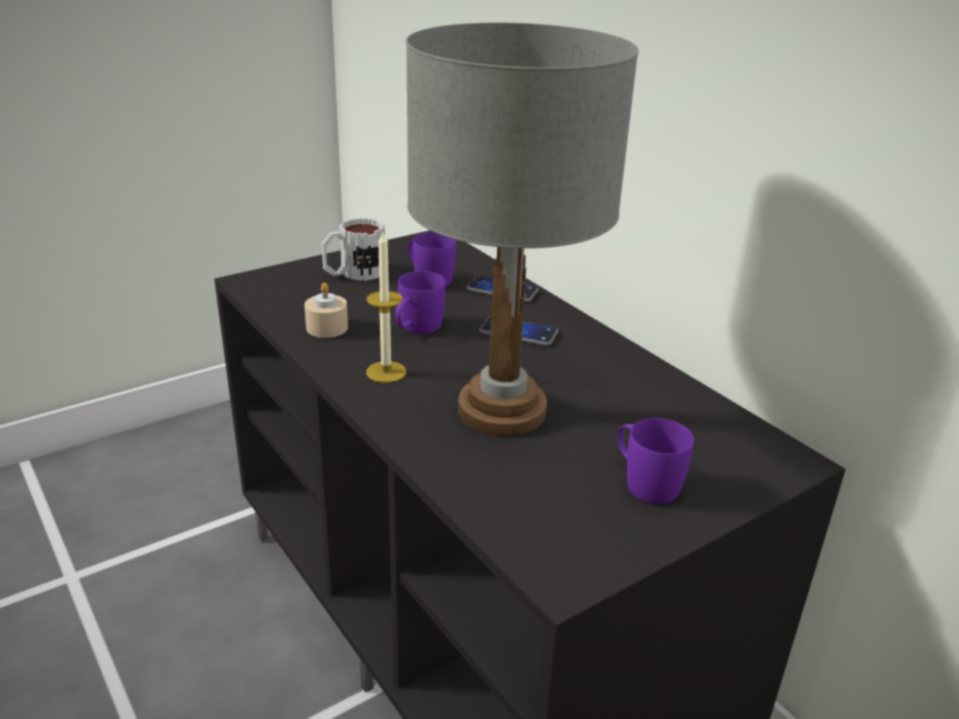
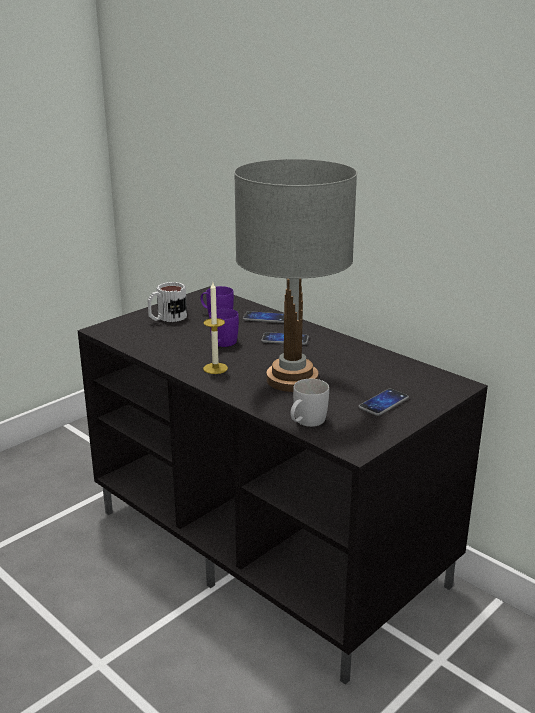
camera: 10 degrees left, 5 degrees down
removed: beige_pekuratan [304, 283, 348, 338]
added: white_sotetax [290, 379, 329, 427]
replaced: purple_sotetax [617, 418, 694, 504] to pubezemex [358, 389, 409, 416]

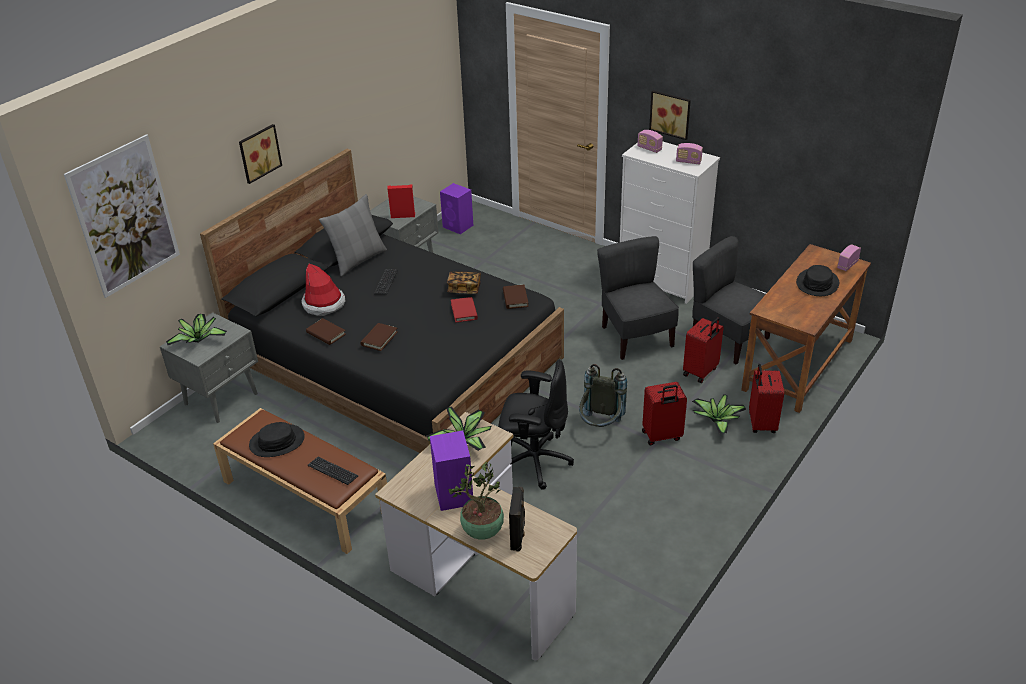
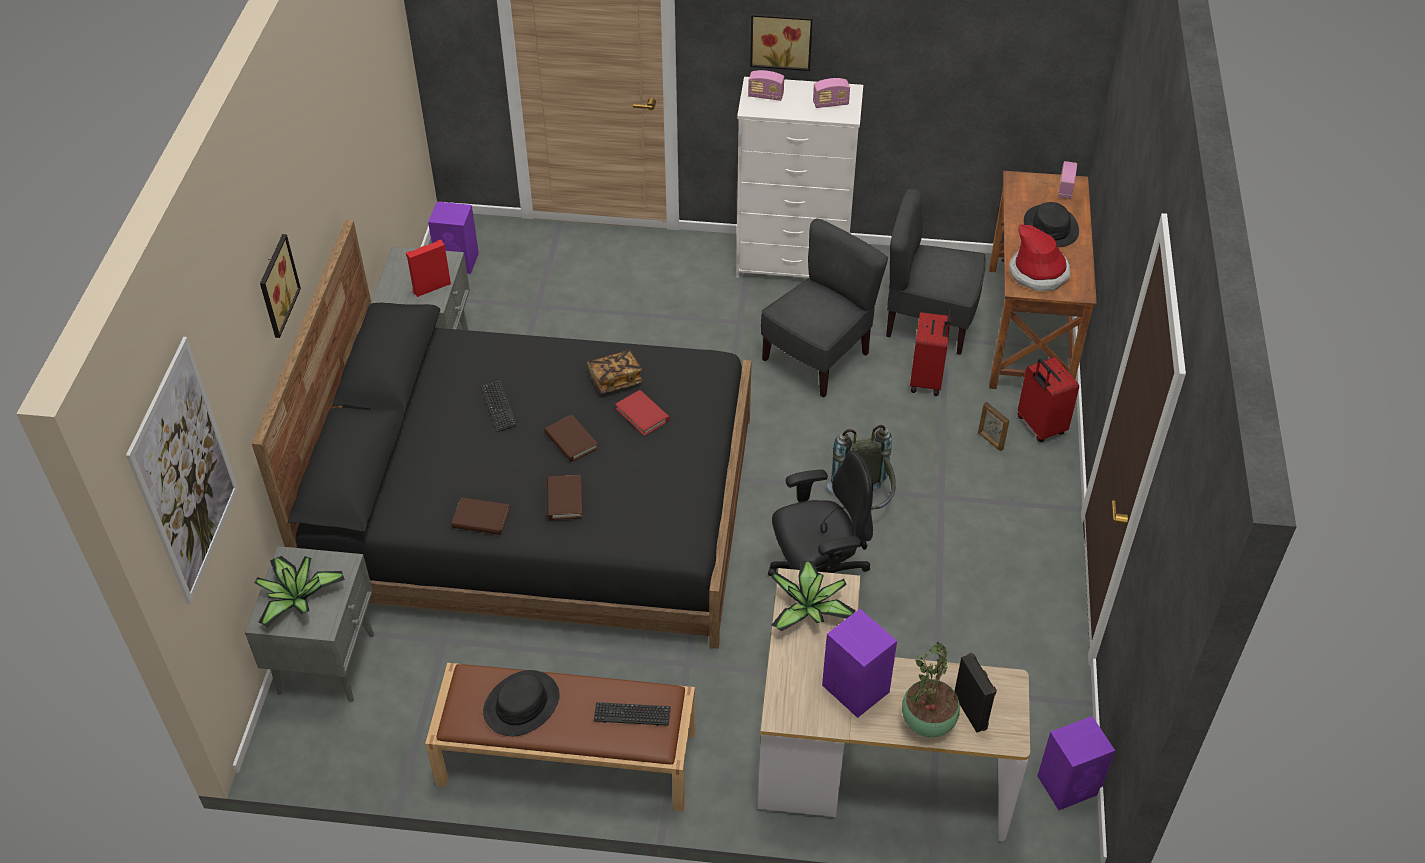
camera: 30 degrees left, 10 degrees up
removed: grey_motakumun [319, 194, 387, 277]; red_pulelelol [642, 382, 687, 446]
added: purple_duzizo [1037, 716, 1115, 810]
moved: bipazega [301, 264, 346, 316] to [1009, 224, 1071, 291]; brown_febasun [503, 285, 529, 309] to [544, 415, 598, 462]
replaced: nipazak [692, 394, 746, 434] to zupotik [978, 402, 1010, 451]
turned: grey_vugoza [597, 236, 679, 360] = [761, 218, 888, 398] 90 degrees clockwise

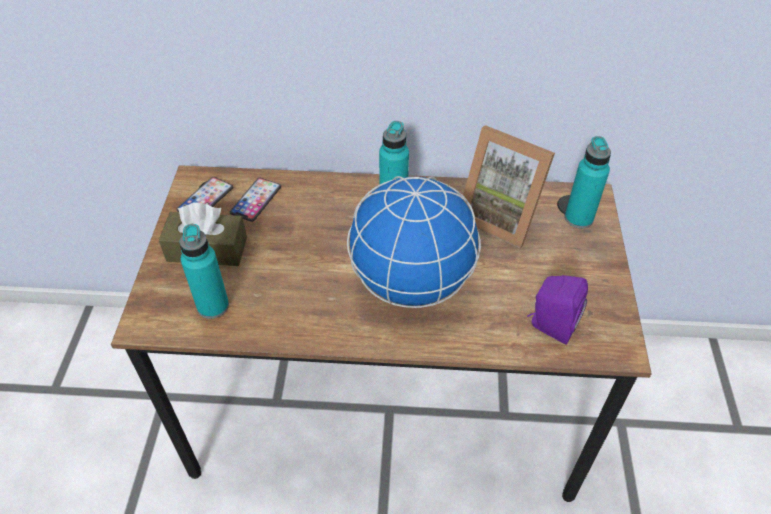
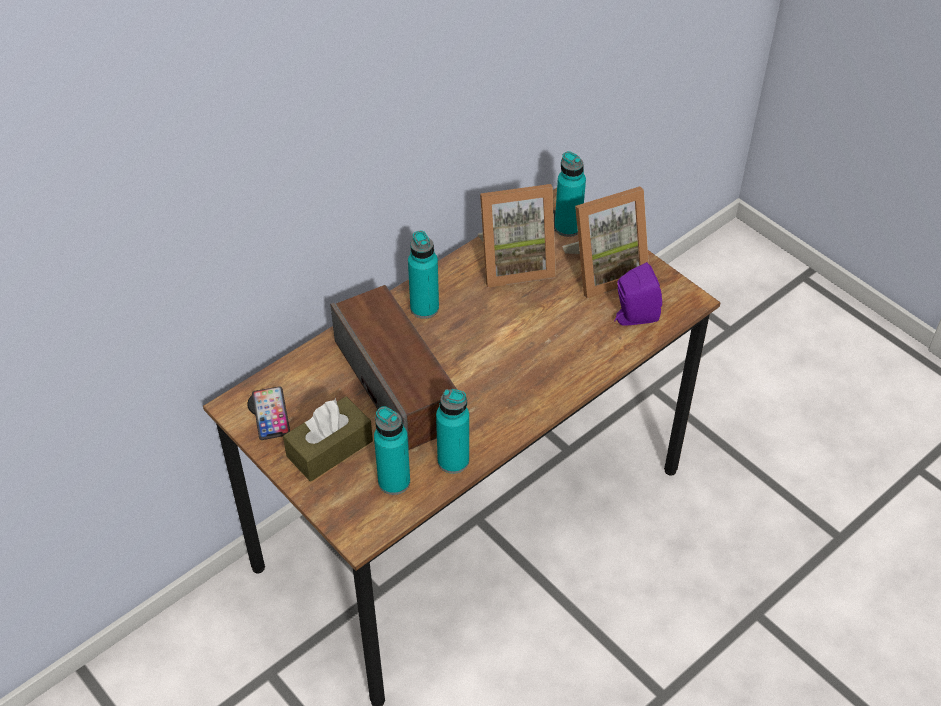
camera: 45 degrees left, 0 degrees up
removed: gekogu [347, 176, 481, 308]; pubezemex [230, 177, 281, 222]
added: zupotik [562, 186, 649, 299]; duzizo [330, 285, 457, 451]; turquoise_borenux [436, 389, 469, 474]

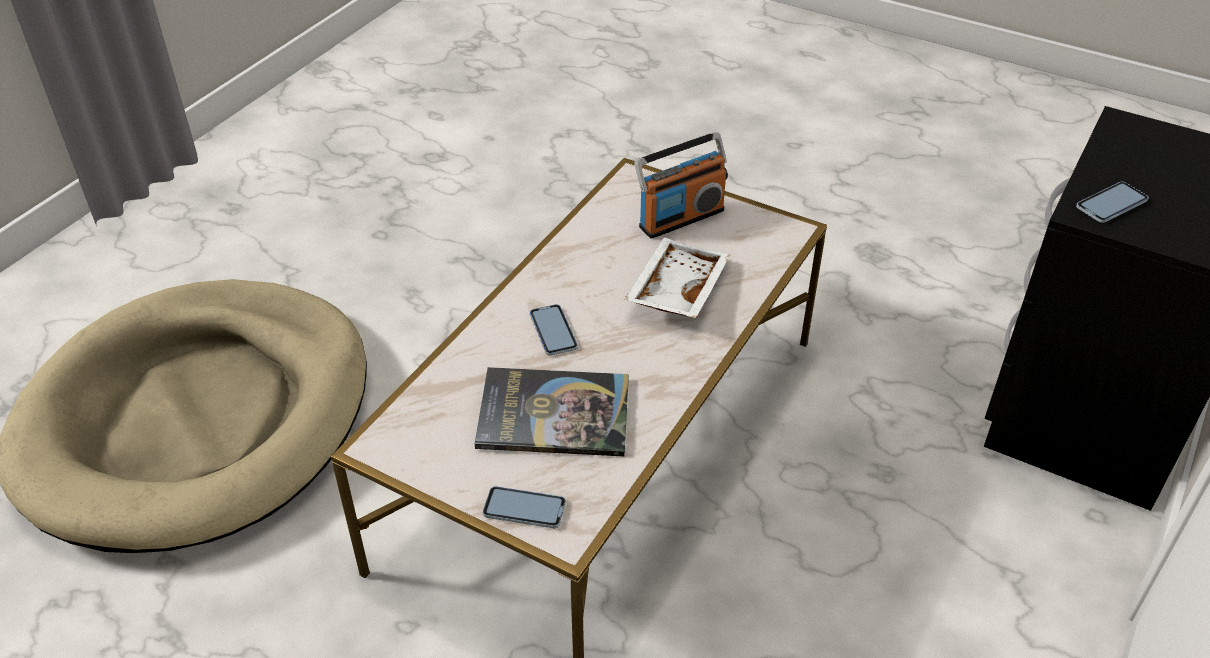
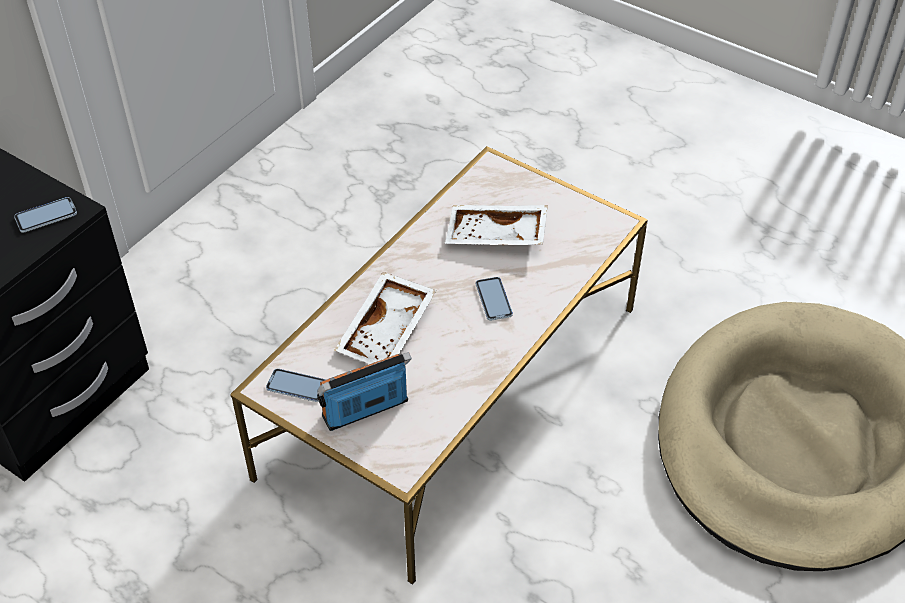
camera: 175 degrees left, 5 degrees up
moved: pubezemex [483, 486, 566, 528] to [266, 368, 326, 402]
replaced: febasun [475, 367, 629, 457] to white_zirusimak [445, 205, 548, 245]

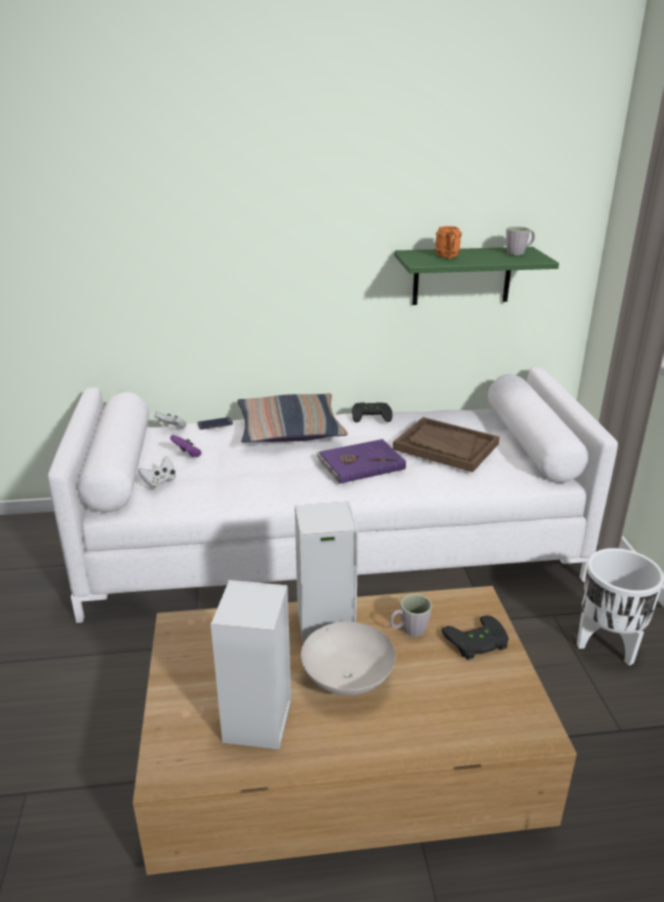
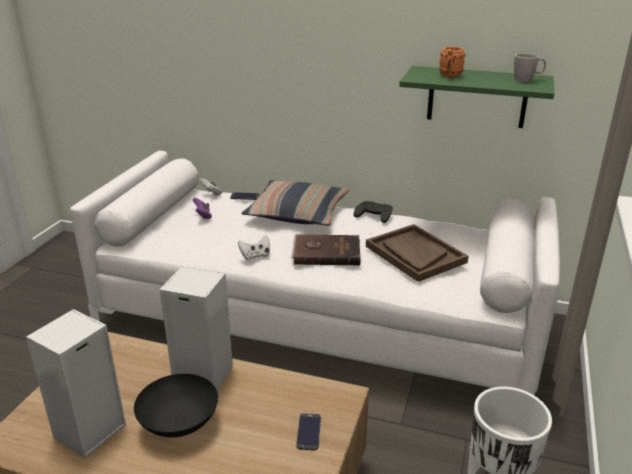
camera: 25 degrees right, 0 degrees up
removed: grey_sotetax [390, 594, 432, 637]
moved: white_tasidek [138, 457, 176, 488] to [238, 235, 270, 260]
replaced: black_tasidek [442, 615, 509, 660] to pubezemex [296, 413, 321, 450]
recoloured: purple_febasun [317, 439, 406, 483] to brown_febasun [291, 234, 361, 265]; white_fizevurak [301, 622, 395, 696] to black_fizevurak [134, 374, 218, 438]

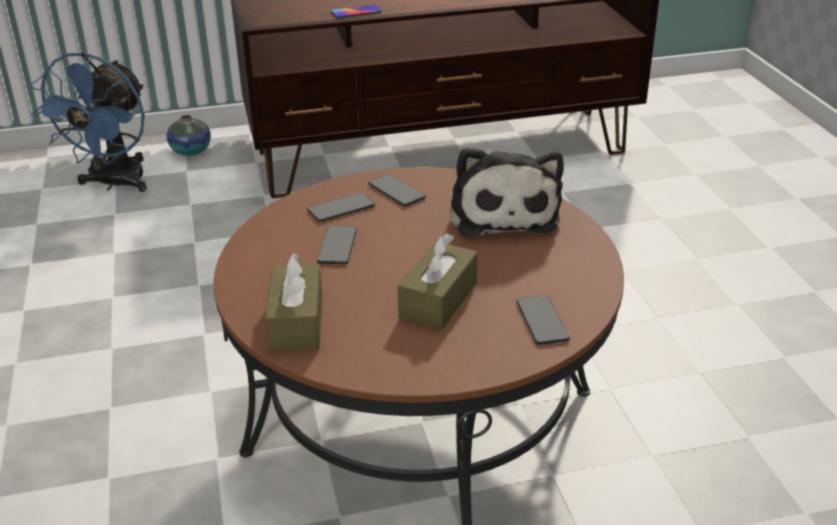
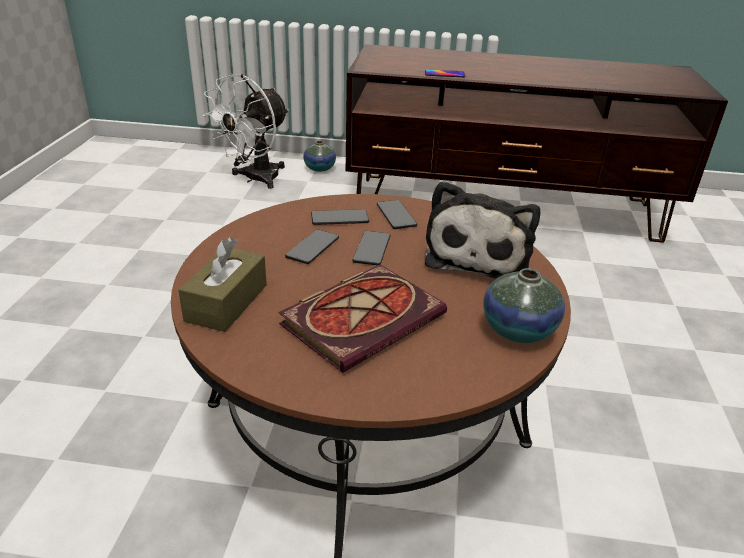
camera: 20 degrees right, 0 degrees up
added: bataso [483, 268, 565, 343]
moved: pubezemex [517, 295, 570, 345] to [352, 231, 390, 265]
replaced: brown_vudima [398, 233, 478, 330] to febasun [279, 265, 447, 373]
recoloured: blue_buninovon [31, 52, 147, 192] to white_buninovon [203, 74, 289, 189]

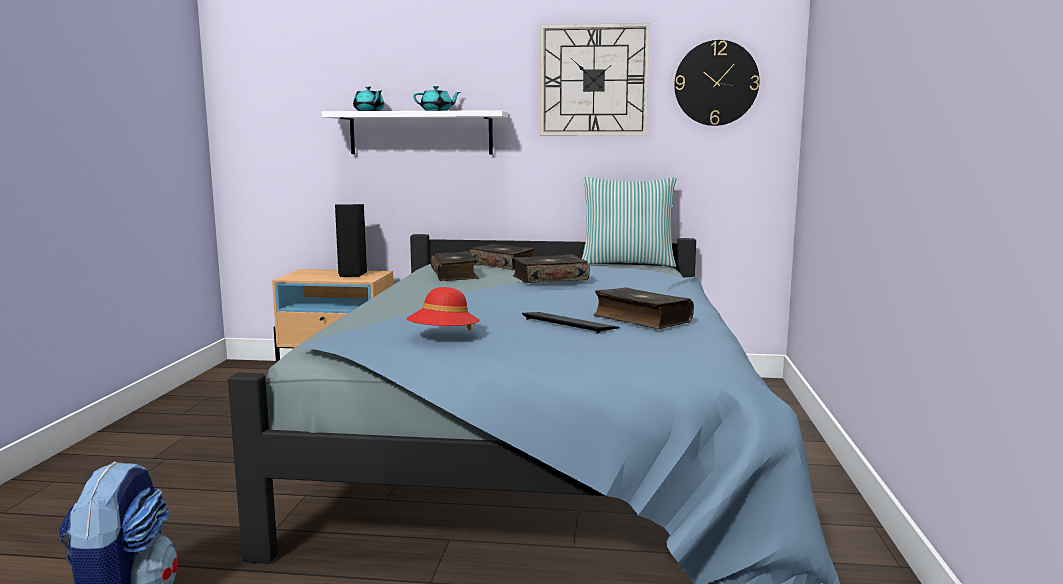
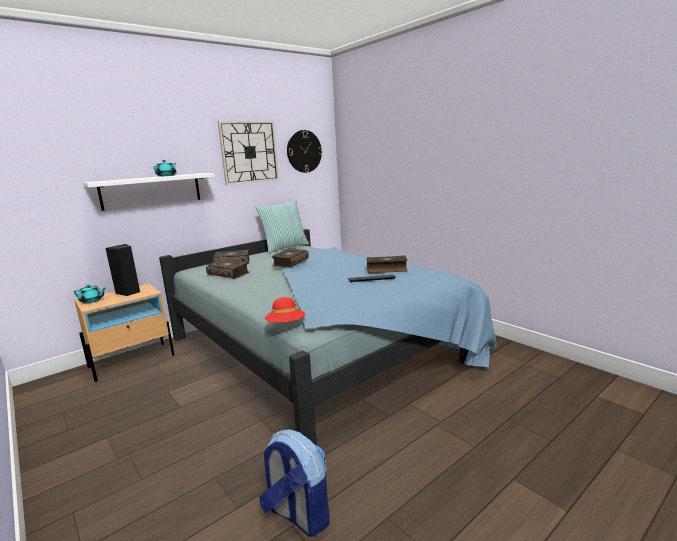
camera: 45 degrees left, 5 degrees up
moved: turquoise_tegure [353, 86, 385, 111] to [74, 285, 105, 303]; red_bipazega [406, 287, 480, 330] to [265, 297, 305, 323]

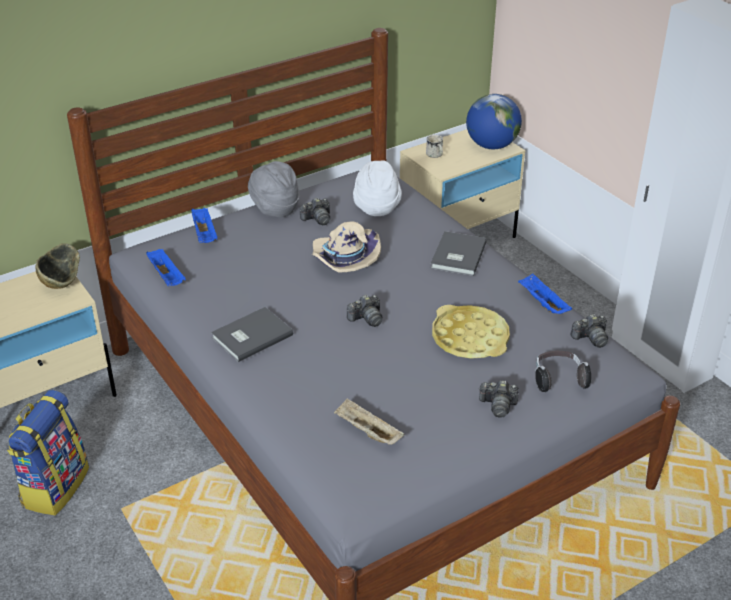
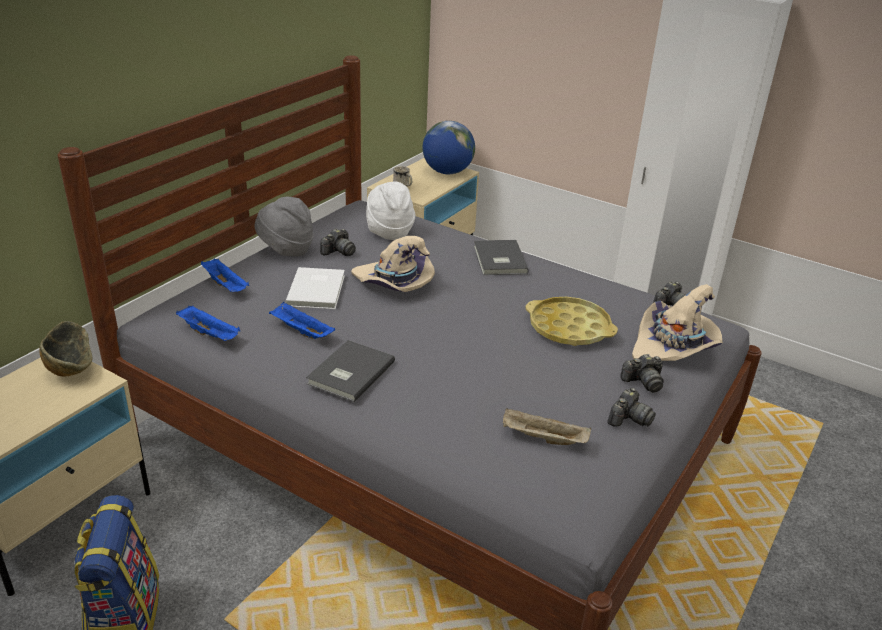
camera: 25 degrees left, 5 degrees down
added: white_febasun [285, 267, 345, 309]
moved: blue_zirusimak [518, 274, 572, 314] to [269, 301, 336, 339]; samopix [347, 295, 382, 327] to [607, 388, 656, 427]
replaced: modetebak [535, 351, 591, 392] to beige_bipazega [632, 284, 723, 361]

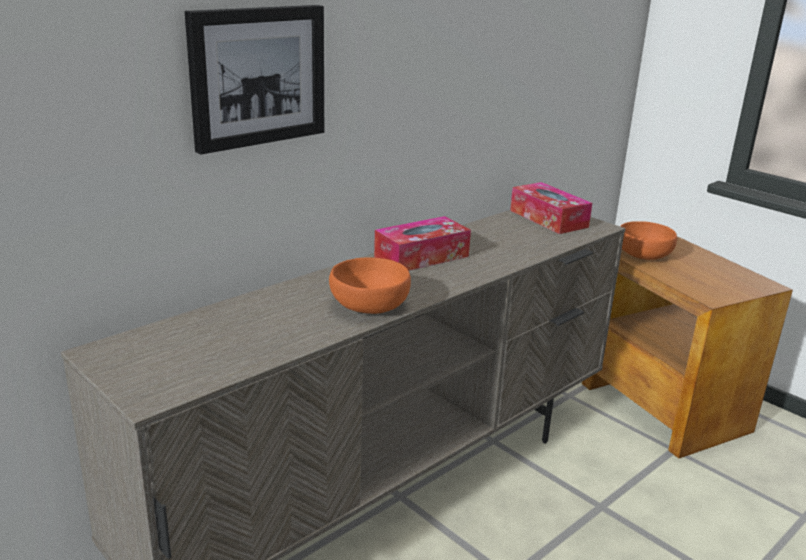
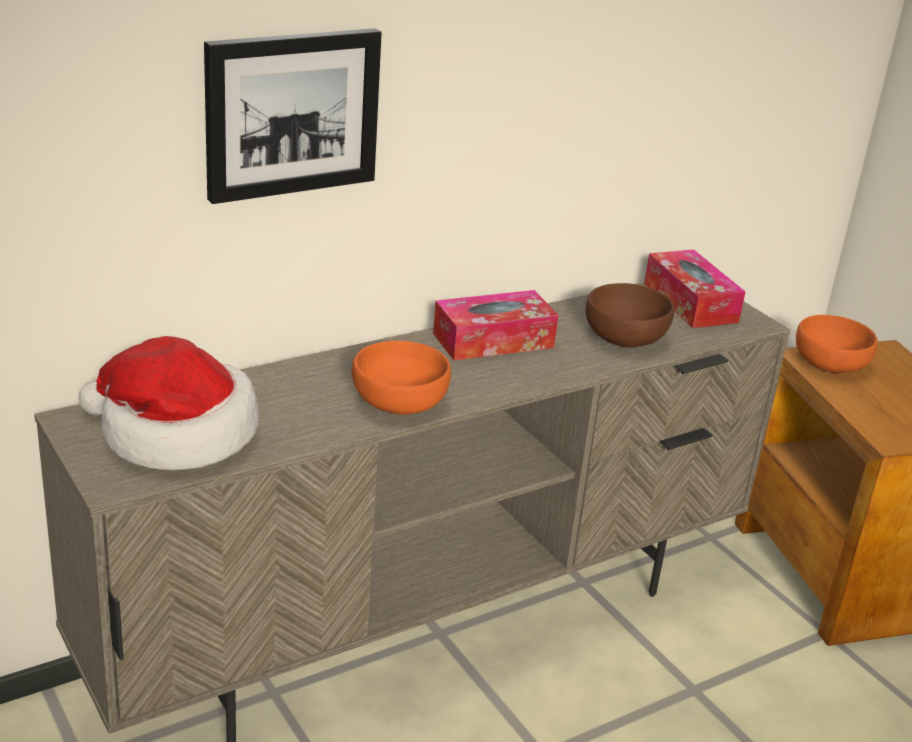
camera: 10 degrees right, 5 degrees up
added: brown_fizevurak [586, 283, 674, 348]; bipazega [78, 336, 259, 470]

